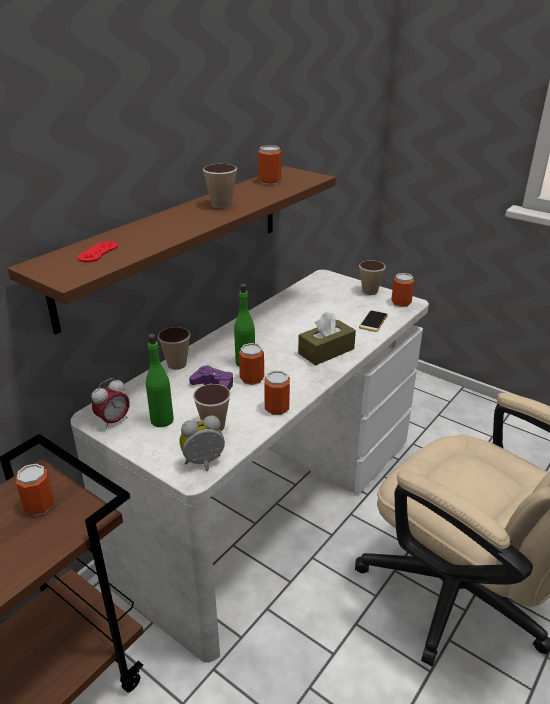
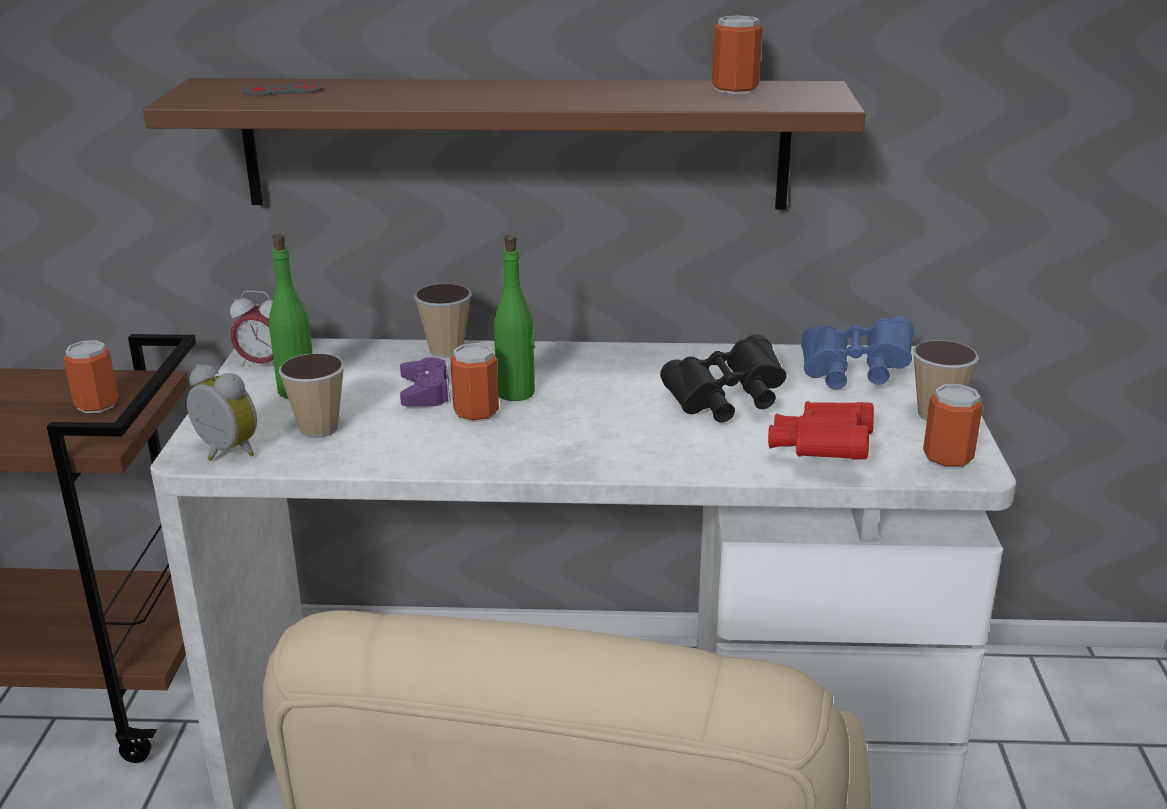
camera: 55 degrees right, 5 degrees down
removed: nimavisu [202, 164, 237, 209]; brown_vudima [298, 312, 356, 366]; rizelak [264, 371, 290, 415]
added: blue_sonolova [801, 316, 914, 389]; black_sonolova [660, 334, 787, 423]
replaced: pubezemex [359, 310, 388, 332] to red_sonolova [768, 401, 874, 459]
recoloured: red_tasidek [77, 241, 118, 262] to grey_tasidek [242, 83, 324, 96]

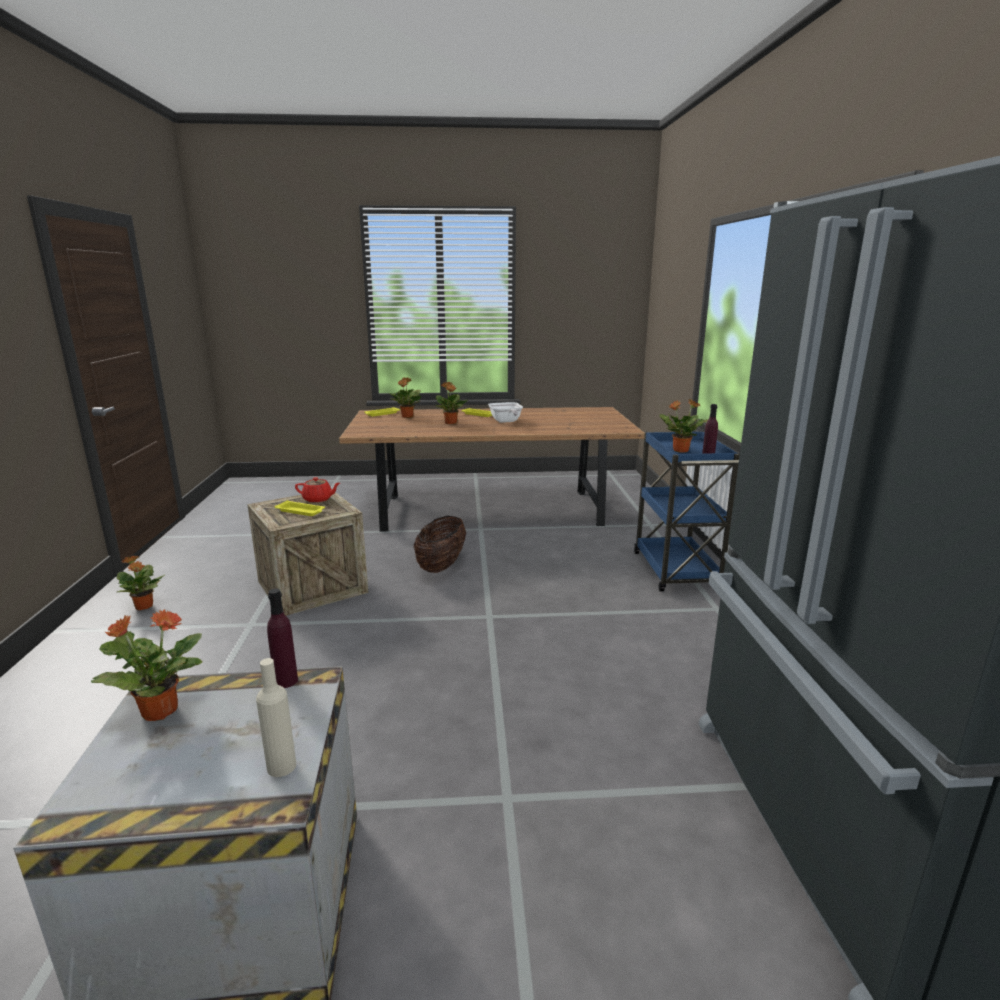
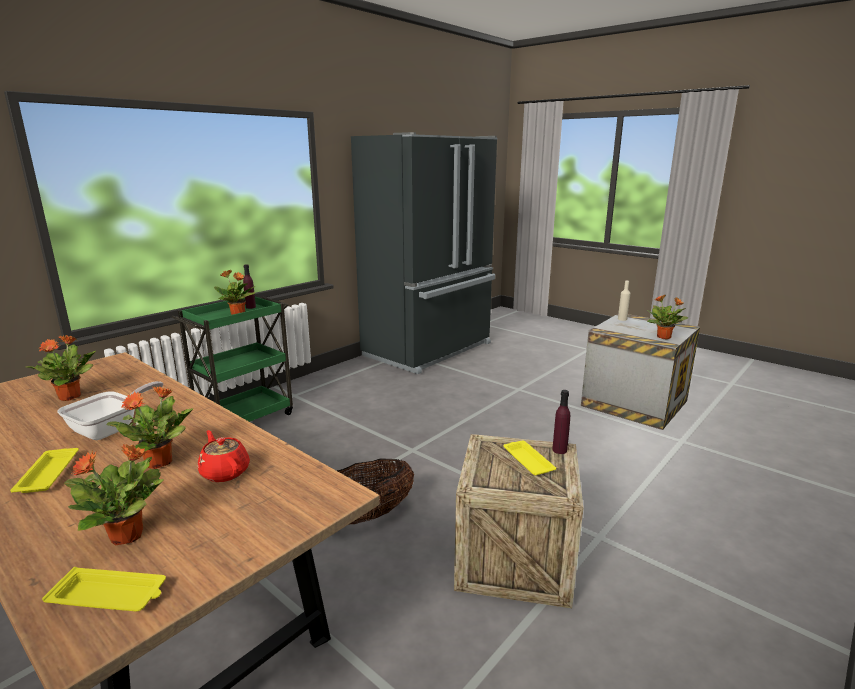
camera: 135 degrees left, 0 degrees up
moved: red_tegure [295, 477, 340, 503] to [198, 430, 250, 482]; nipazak [117, 556, 165, 610] to [25, 335, 96, 401]; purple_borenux [267, 588, 298, 688] to [552, 390, 570, 454]
recoloured: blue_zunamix [634, 431, 740, 592] to green_zunamix [171, 295, 293, 422]

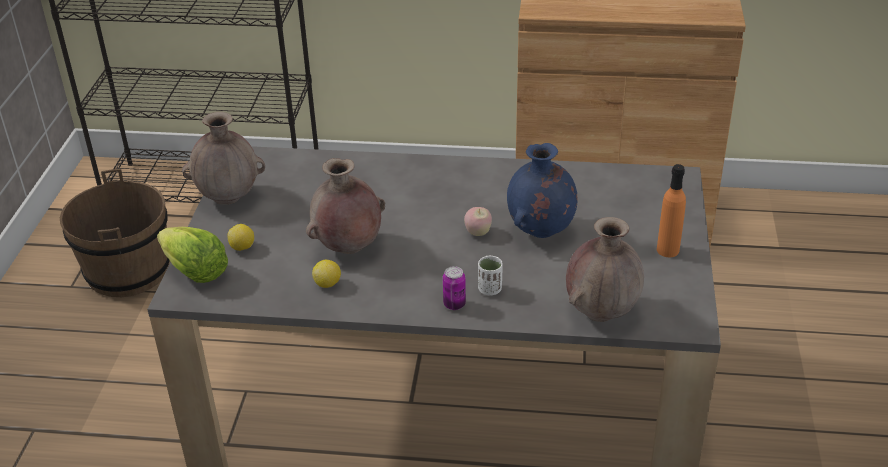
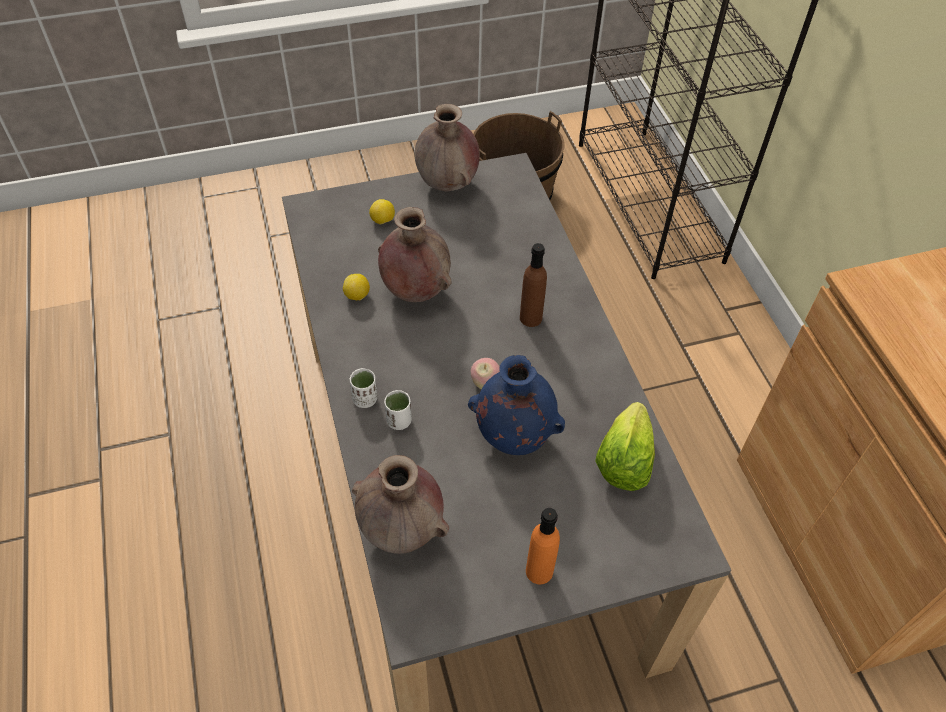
camera: 65 degrees right, 15 degrees up
added: brown_borenux [520, 243, 547, 327]
moved: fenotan [157, 227, 228, 283] to [595, 402, 655, 491]
replaced: rizelak [443, 266, 466, 310] to white_nimavisu [349, 368, 377, 408]

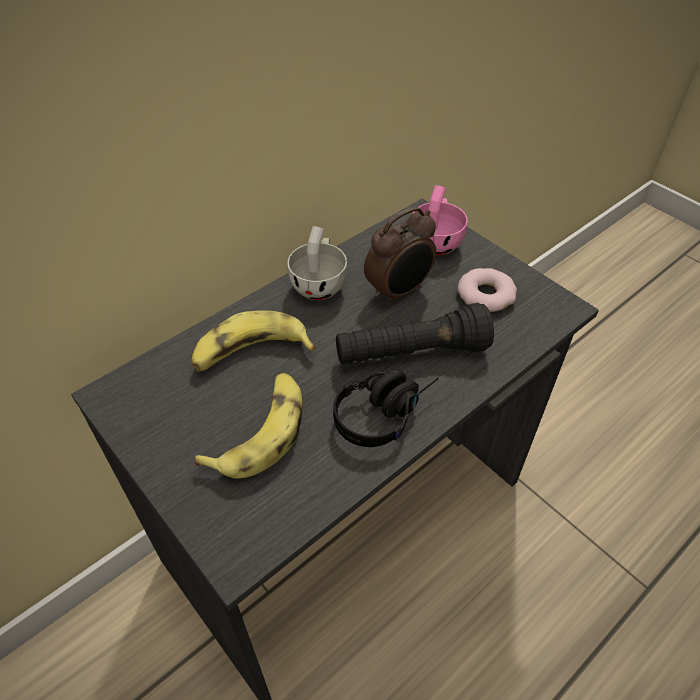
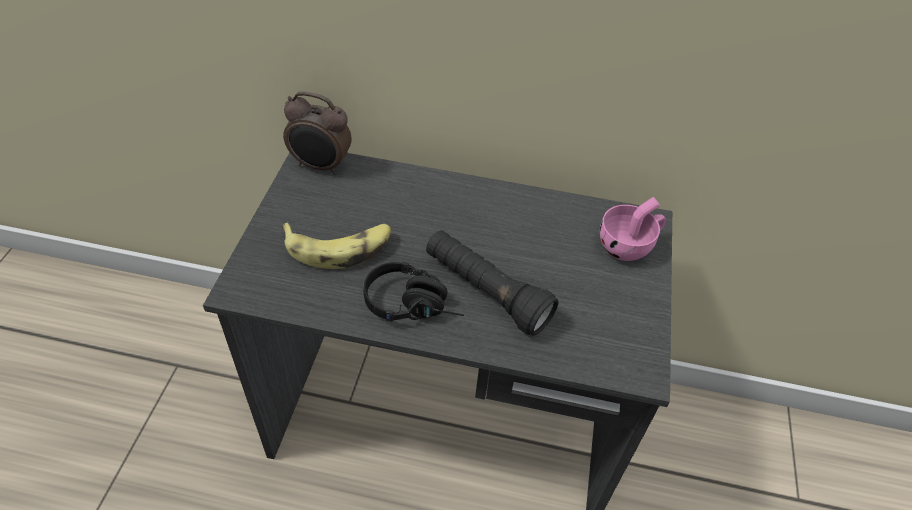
camera: 50 degrees right, 0 degrees up
removed: white_nimavisu [288, 226, 347, 300]; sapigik [458, 268, 517, 312]; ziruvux [192, 310, 316, 372]
moved: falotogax [364, 206, 436, 306] to [283, 91, 352, 175]

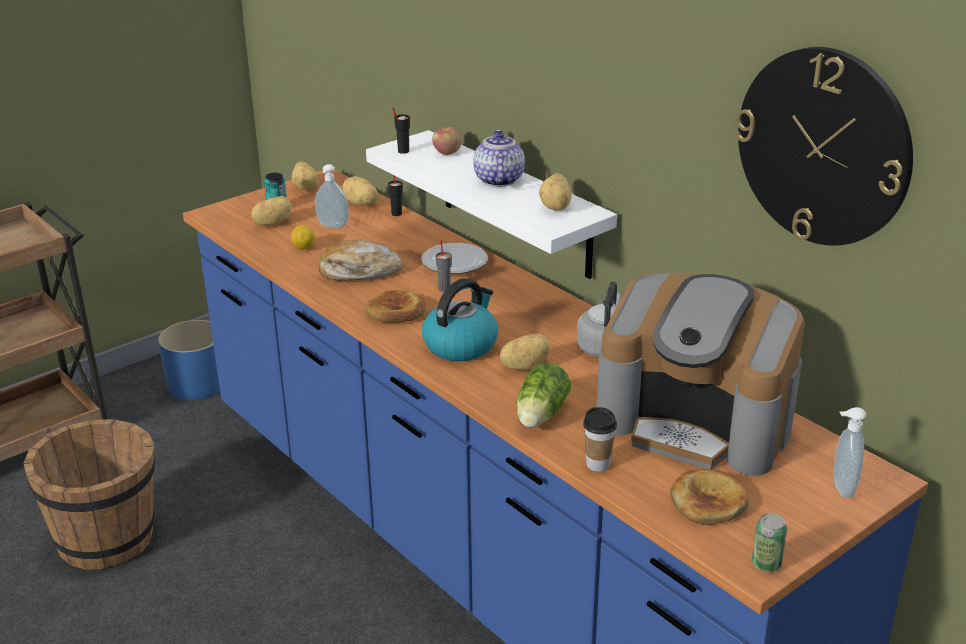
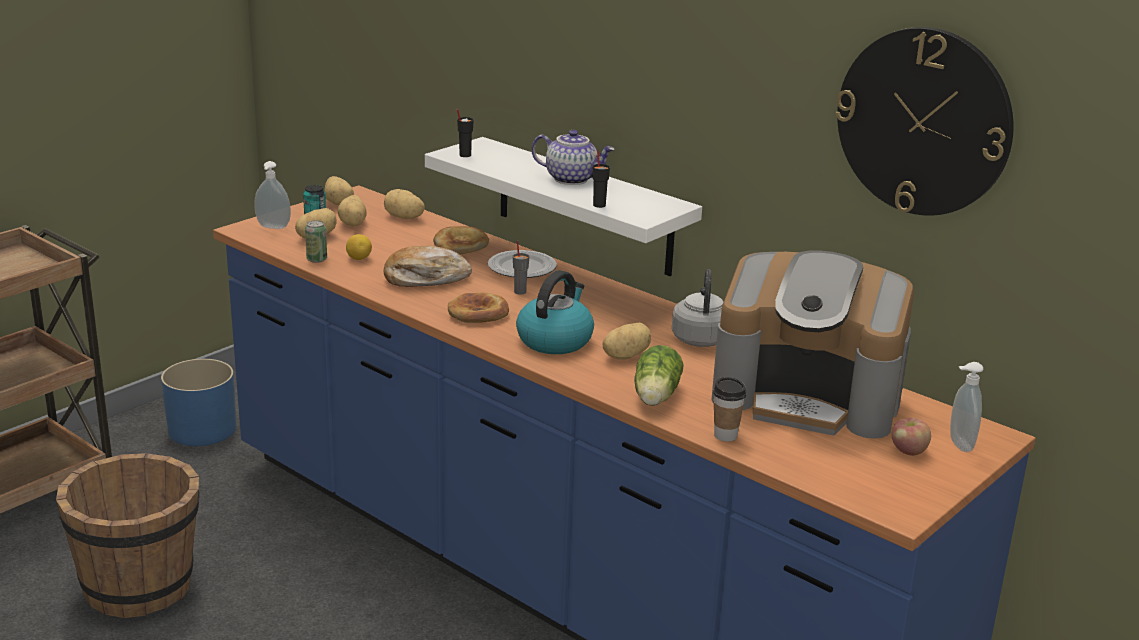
camera: 10 degrees left, 5 degrees down
moved: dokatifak [432, 127, 461, 155] to [892, 418, 931, 456]; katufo [315, 164, 349, 228] to [254, 161, 291, 229]; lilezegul [539, 173, 572, 211] to [338, 195, 367, 227]; black_nimavisu [388, 176, 403, 216] to [592, 150, 610, 208]; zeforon [670, 469, 749, 525] to [433, 226, 489, 255]; rizelak [752, 513, 787, 572] to [305, 220, 327, 263]
turned: tegure [473, 130, 525, 187] = [531, 130, 615, 185] 120 degrees clockwise

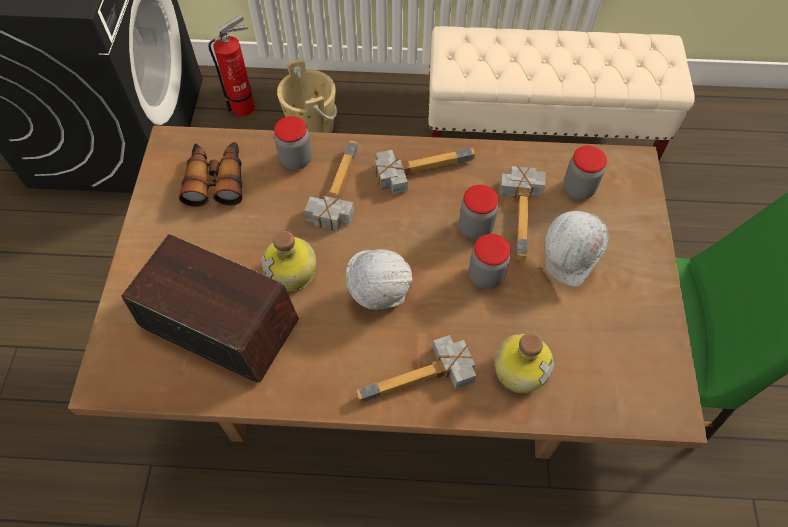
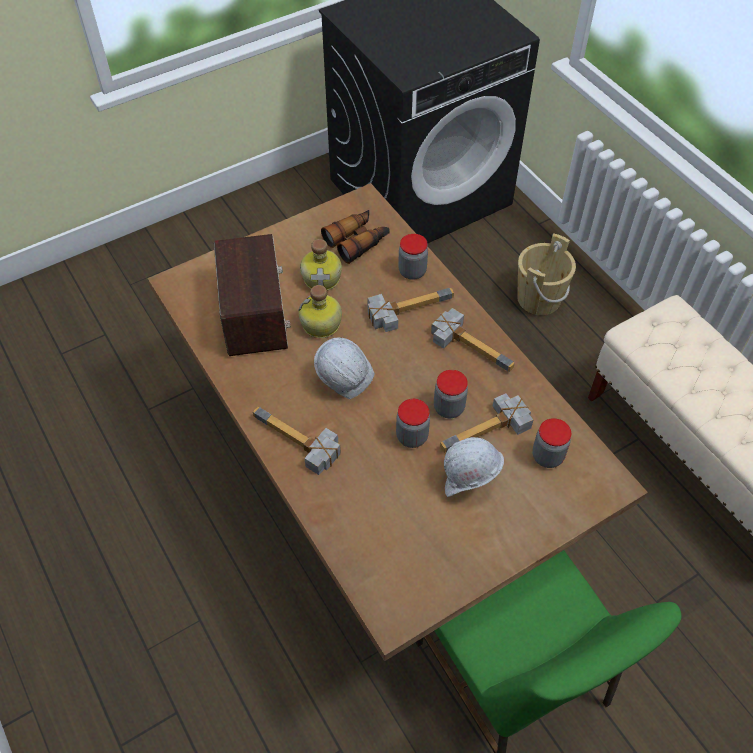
camera: 55 degrees right, 5 degrees down
removed: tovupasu [208, 14, 255, 116]
moved: borenux [494, 333, 555, 393] to [300, 239, 342, 291]

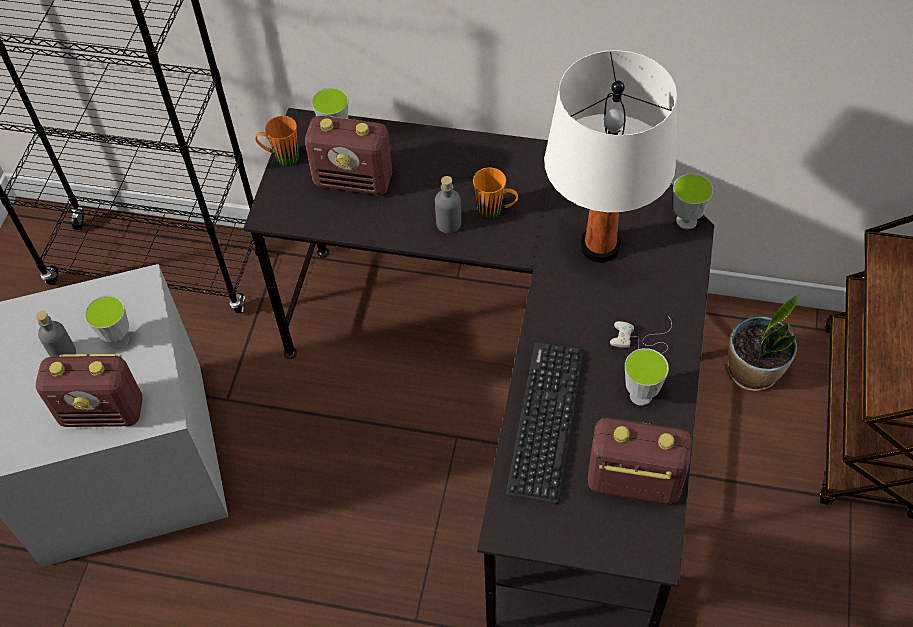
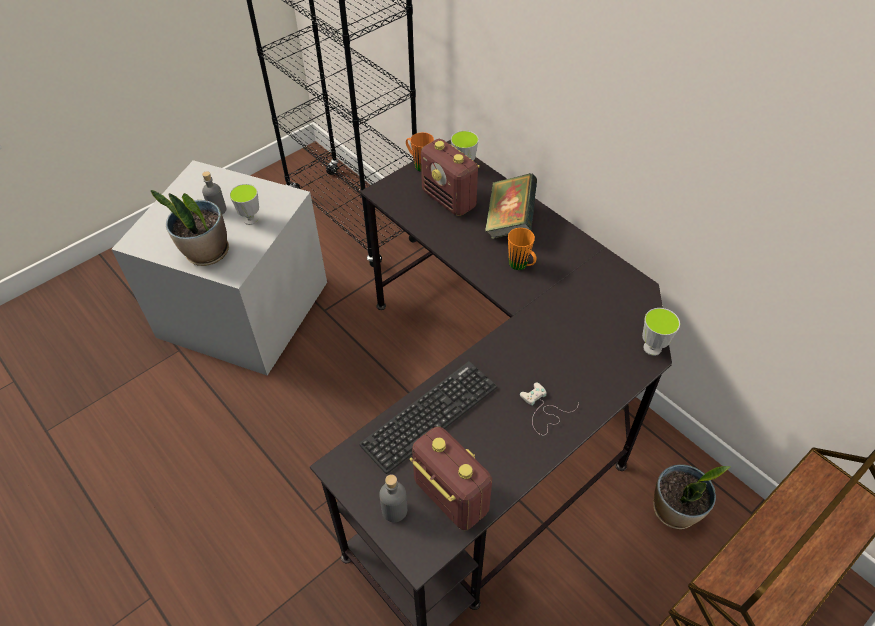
camera: 35 degrees right, 5 degrees down
removed: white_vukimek [544, 50, 677, 263]; nimavisu [625, 348, 669, 406]
added: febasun [485, 173, 537, 239]
moved: grey_borenux [435, 176, 461, 233] to [379, 474, 407, 522]
replaced: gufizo [36, 354, 143, 427] to nipazak [151, 190, 229, 266]

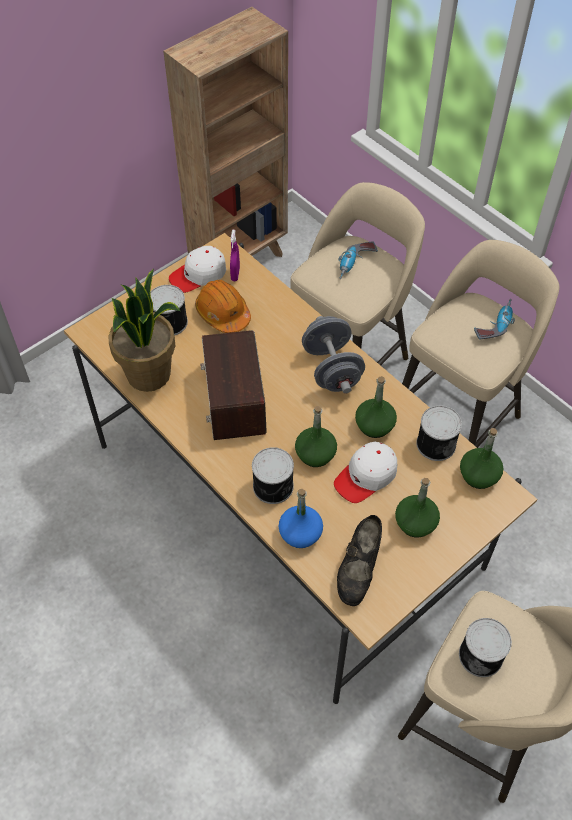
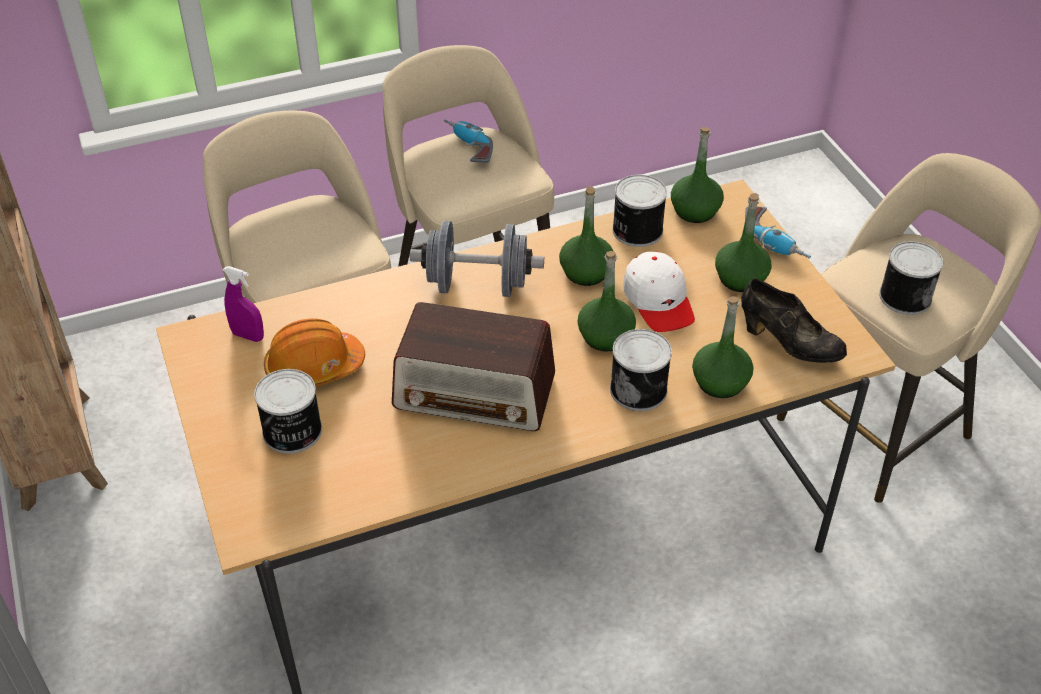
camera: 70 degrees left, 10 degrees down
removed: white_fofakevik [169, 246, 226, 293]; nipazak [108, 269, 180, 392]
moved: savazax [339, 241, 378, 279] to [745, 207, 811, 259]
recoloured: blue_borenux [278, 489, 323, 548] to green_borenux [692, 296, 753, 398]

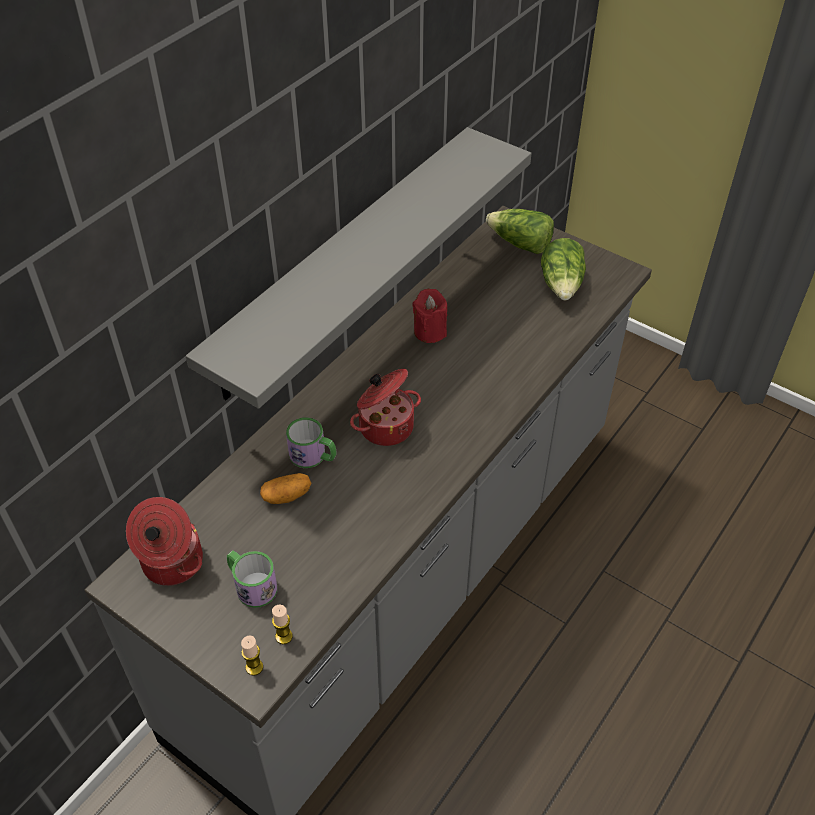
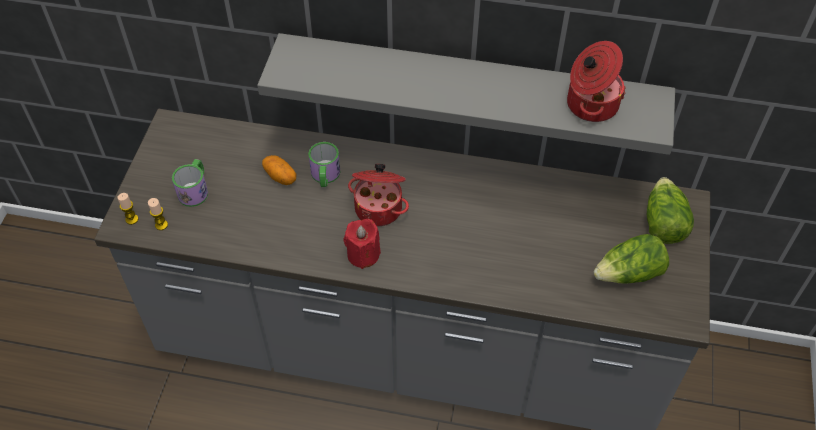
camera: 65 degrees right, 5 degrees up
moved: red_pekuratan [413, 289, 447, 343] to [343, 219, 381, 269]; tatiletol [126, 497, 203, 586] to [567, 41, 626, 122]

